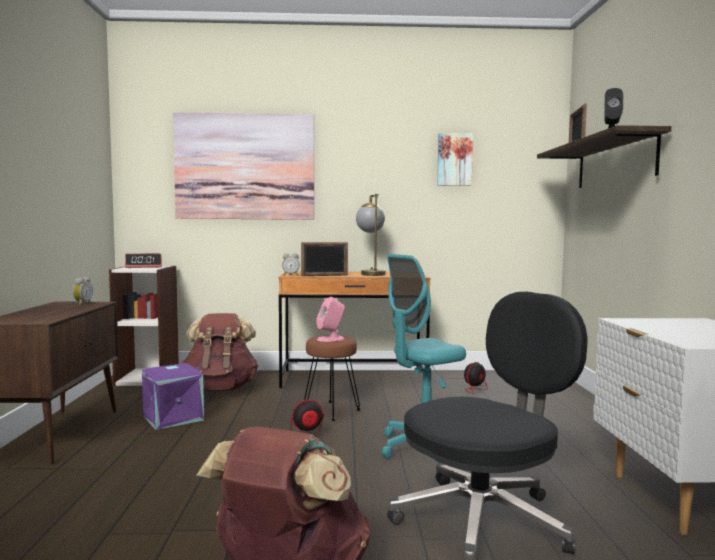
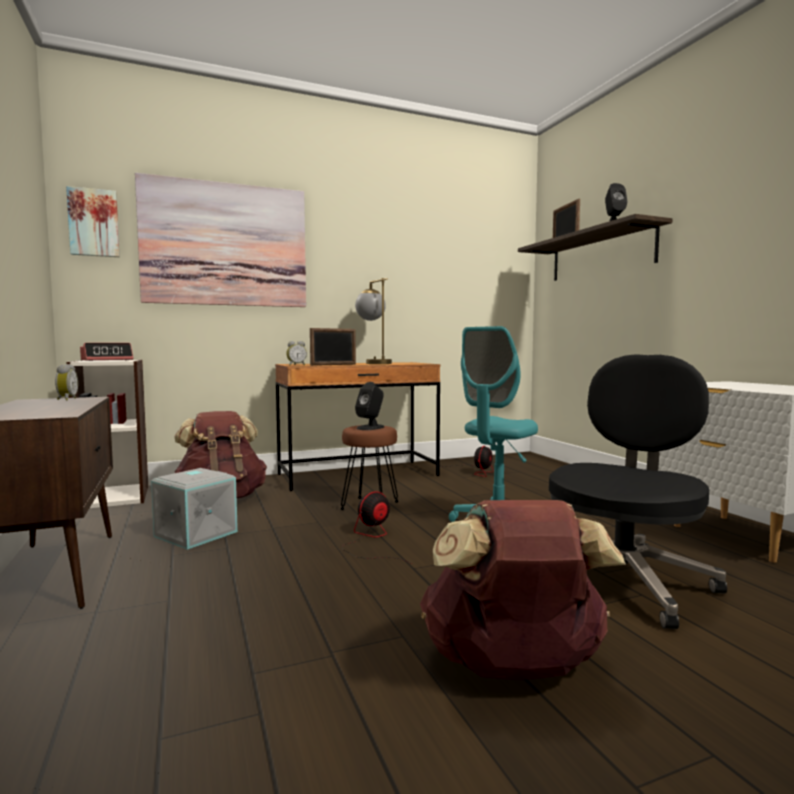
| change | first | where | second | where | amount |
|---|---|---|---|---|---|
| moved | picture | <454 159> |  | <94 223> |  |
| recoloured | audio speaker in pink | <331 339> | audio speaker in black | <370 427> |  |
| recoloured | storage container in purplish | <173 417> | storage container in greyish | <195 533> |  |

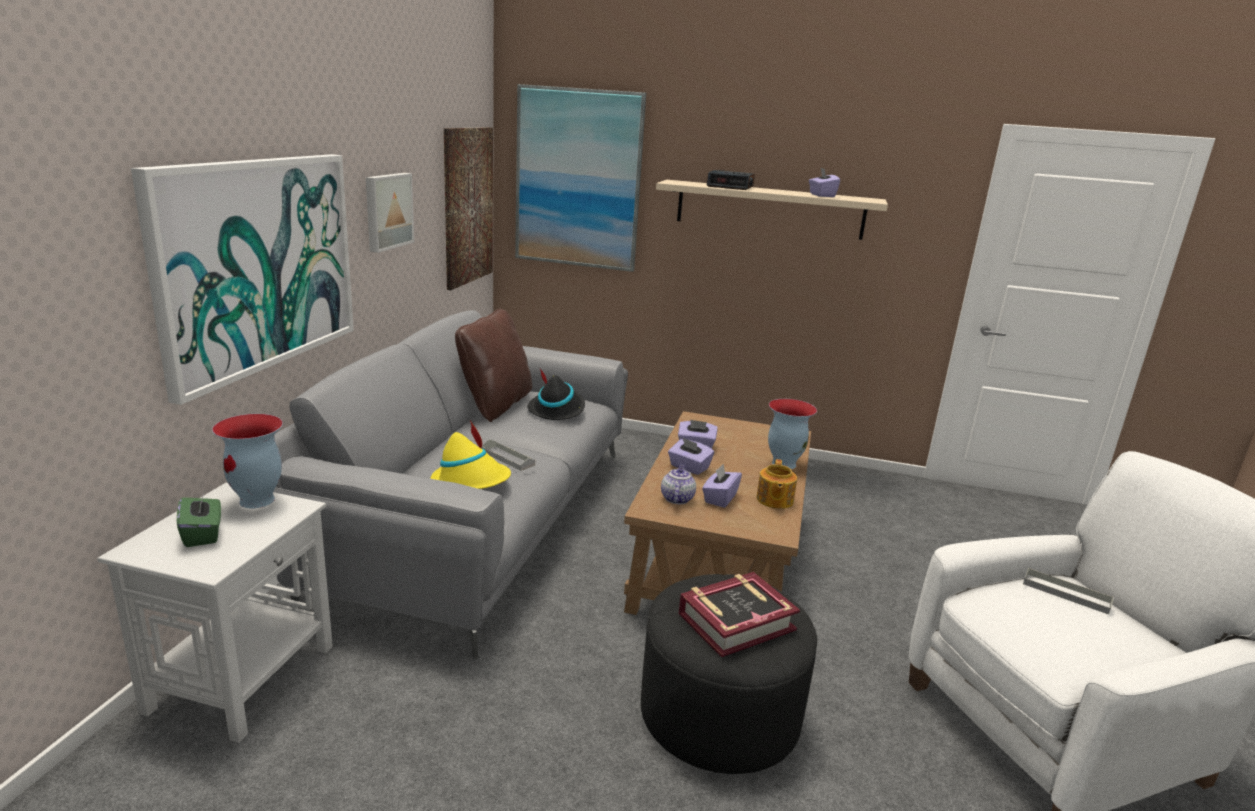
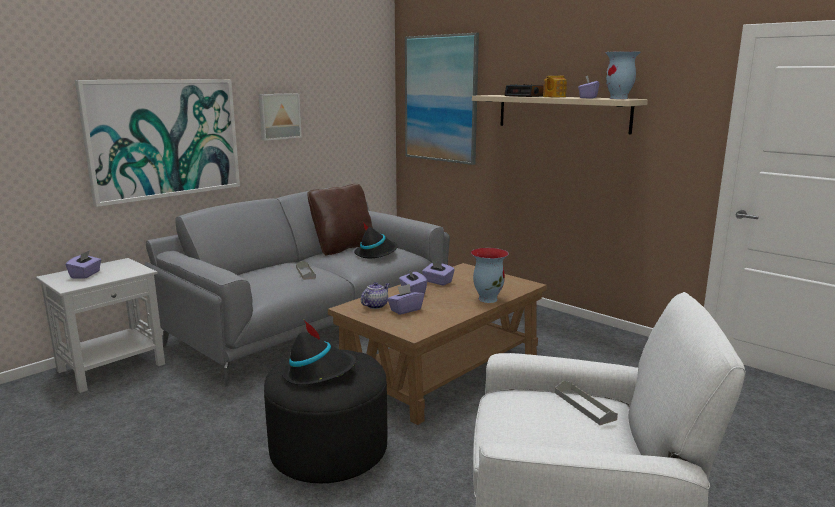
| change | first | where | second | where | amount |
|---|---|---|---|---|---|
| removed | picture | <467 206> |  |  |  |
| moved | flower vase | <258 500> |  | <619 98> |  |
| removed | clothing hat in yellow-coloured | <471 481> |  |  |  |
| moved | tea pot | <774 500> |  | <553 97> |  |
| recoloured | tissue holder in green-coloured | <203 534> | tissue holder in purplish | <86 275> |  |
| replaced | book | <736 621> | clothing hat in black | <319 373> |  |

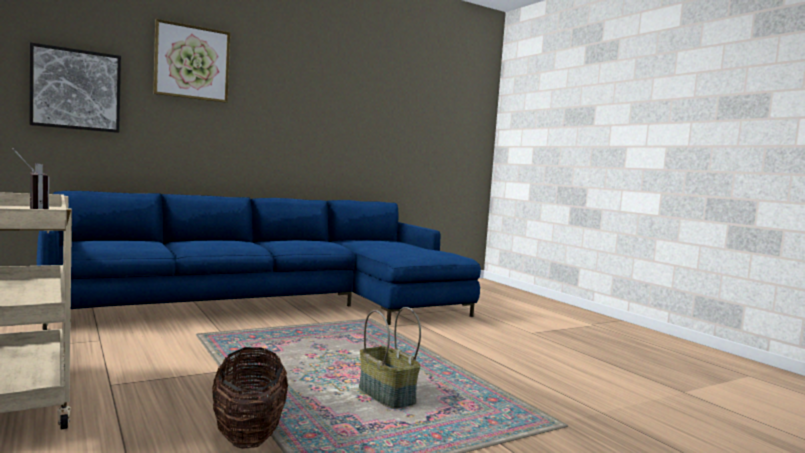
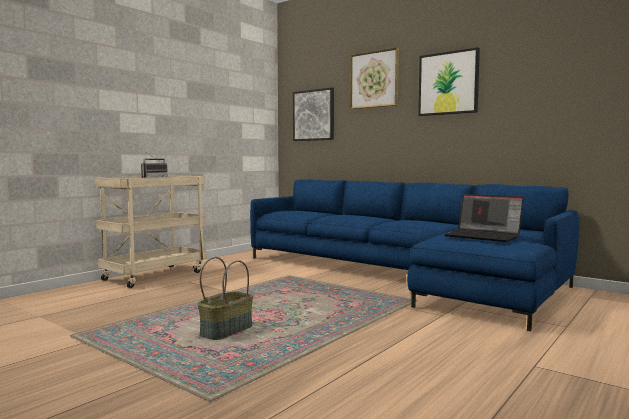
| change | first | where | second | where | amount |
|---|---|---|---|---|---|
| removed | storage basket | <248 434> |  |  |  |
| added |  |  | picture | <448 83> |  |
| added |  |  | notebook computer | <484 236> |  |

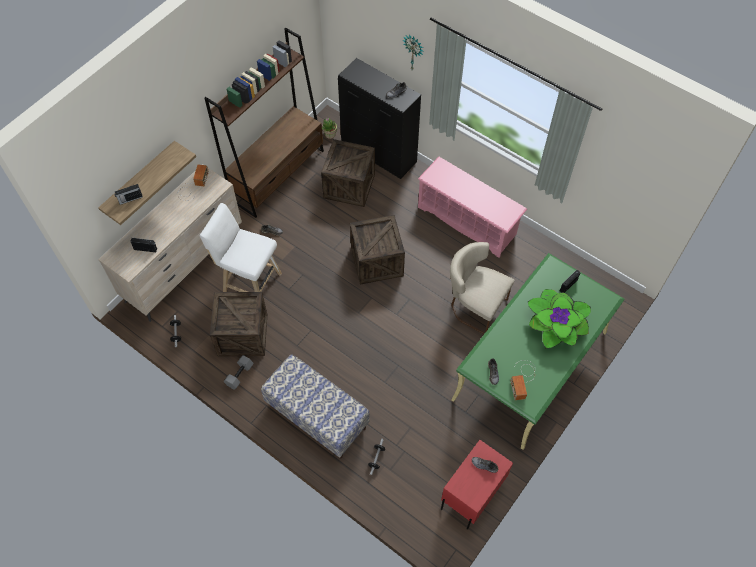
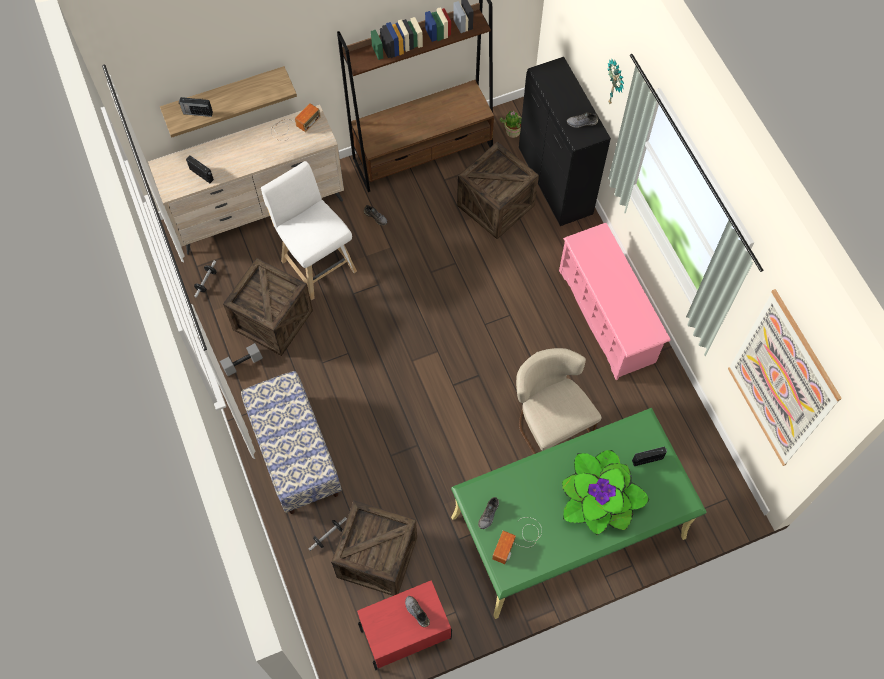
| change | first | where | second | where | amount |
|---|---|---|---|---|---|
| moved | packing crate | <377 261> |  | <377 557> |  |
| added |  |  | picture | <780 381> |  |

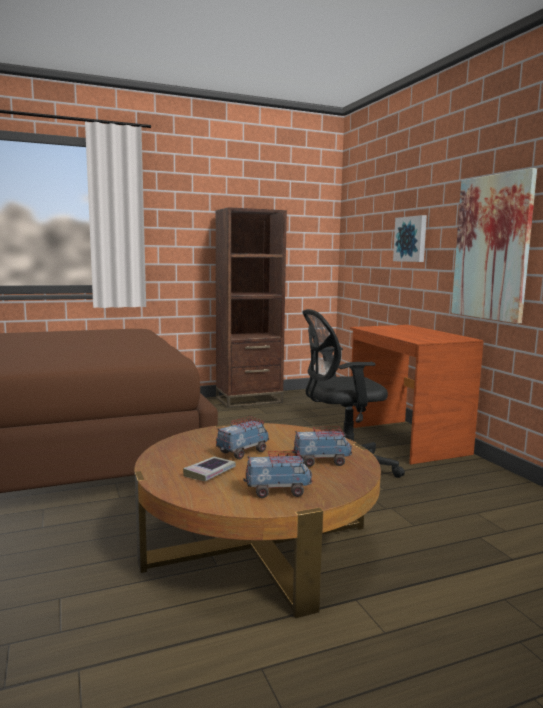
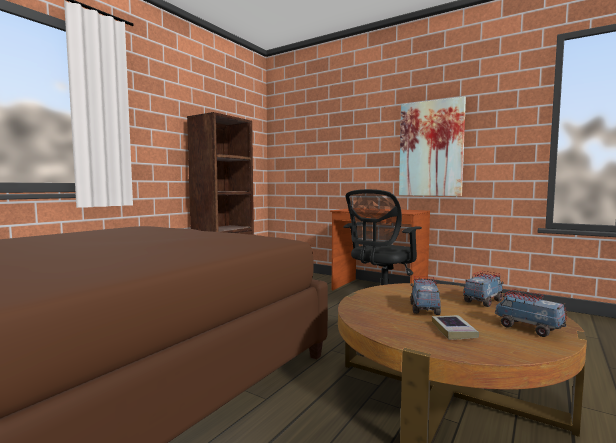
| change | first | where | second | where | amount |
|---|---|---|---|---|---|
| removed | picture | <411 239> |  |  |  |
| turned | model truck | <278 491> |  | <528 328> | 90 degrees counterclockwise |

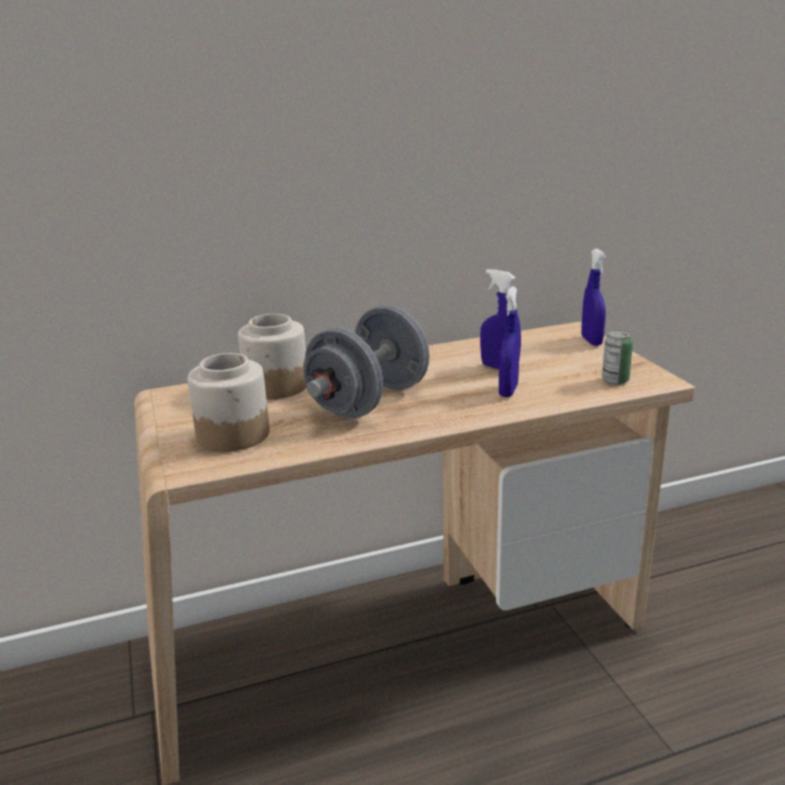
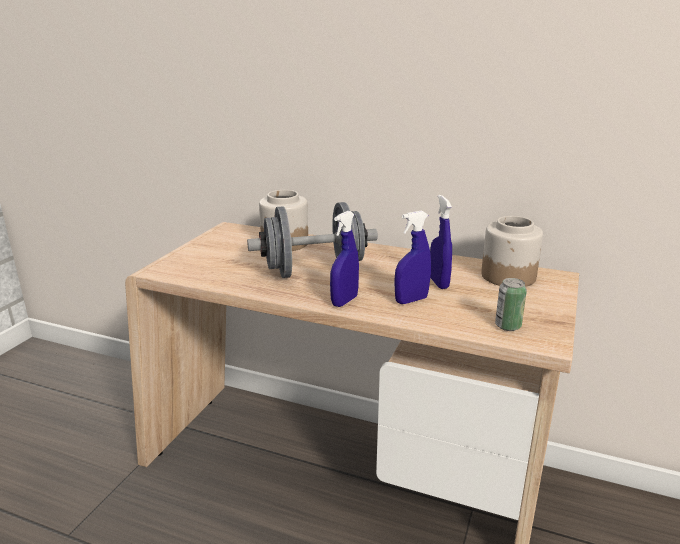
| change | first | where | second | where | amount |
|---|---|---|---|---|---|
| moved | spray bottle in blue | <591 341> |  | <344 301> |  |
| moved | storage jar | <234 434> |  | <509 276> |  |

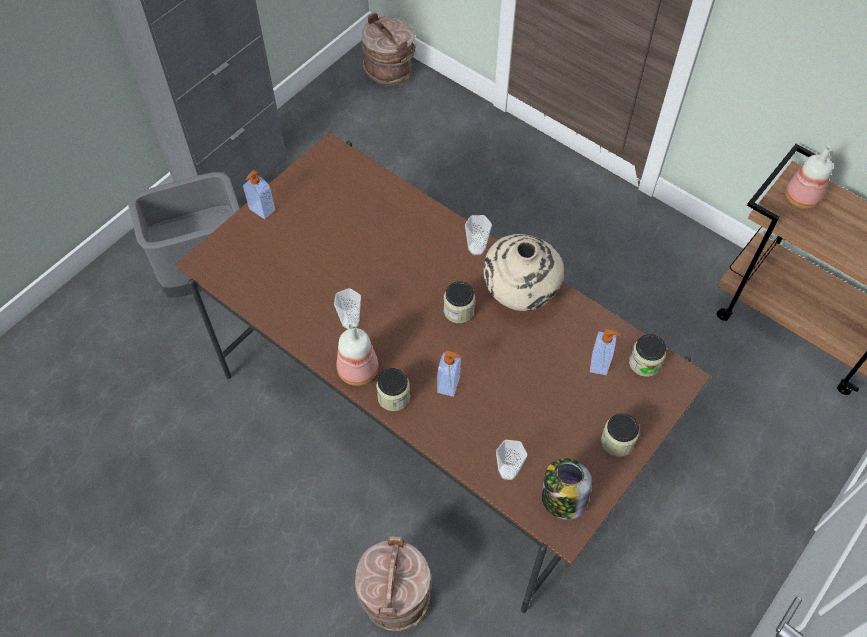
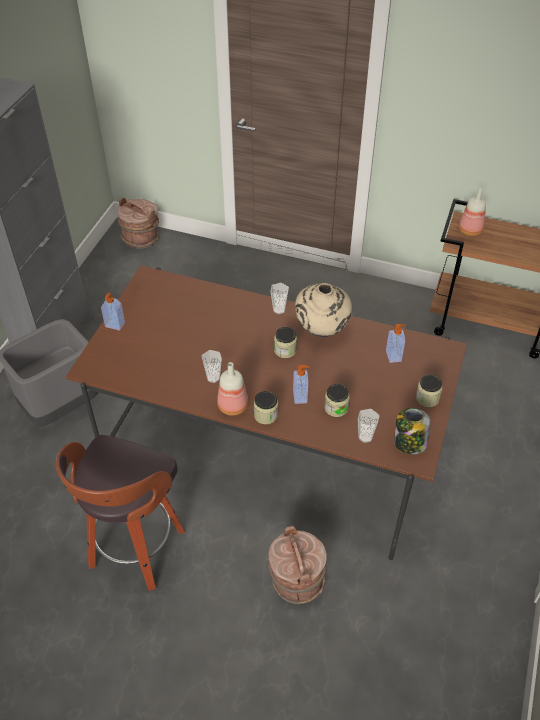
| change | first | where | second | where | amount |
|---|---|---|---|---|---|
| moved | storage jar | <644 363> |  | <336 408> |  |
| added |  |  | stool | <136 551> |  |

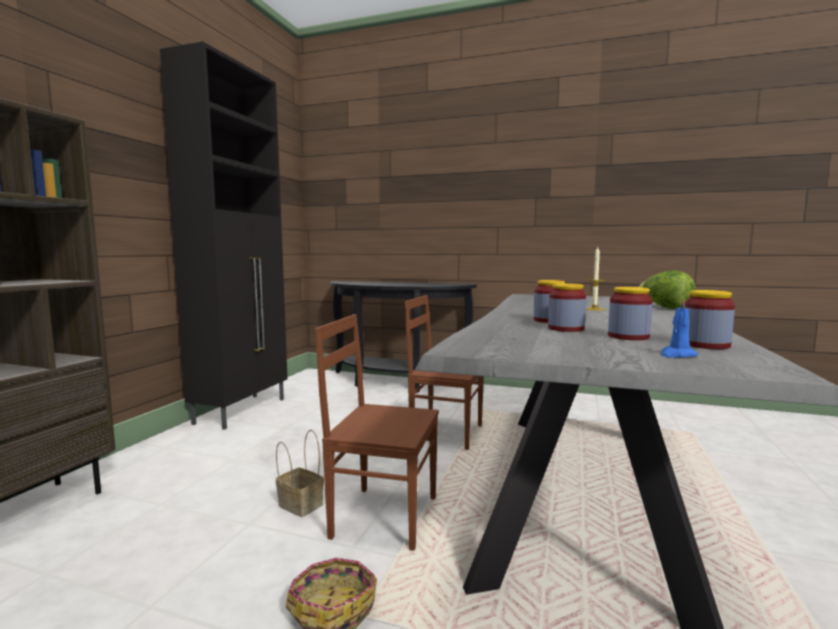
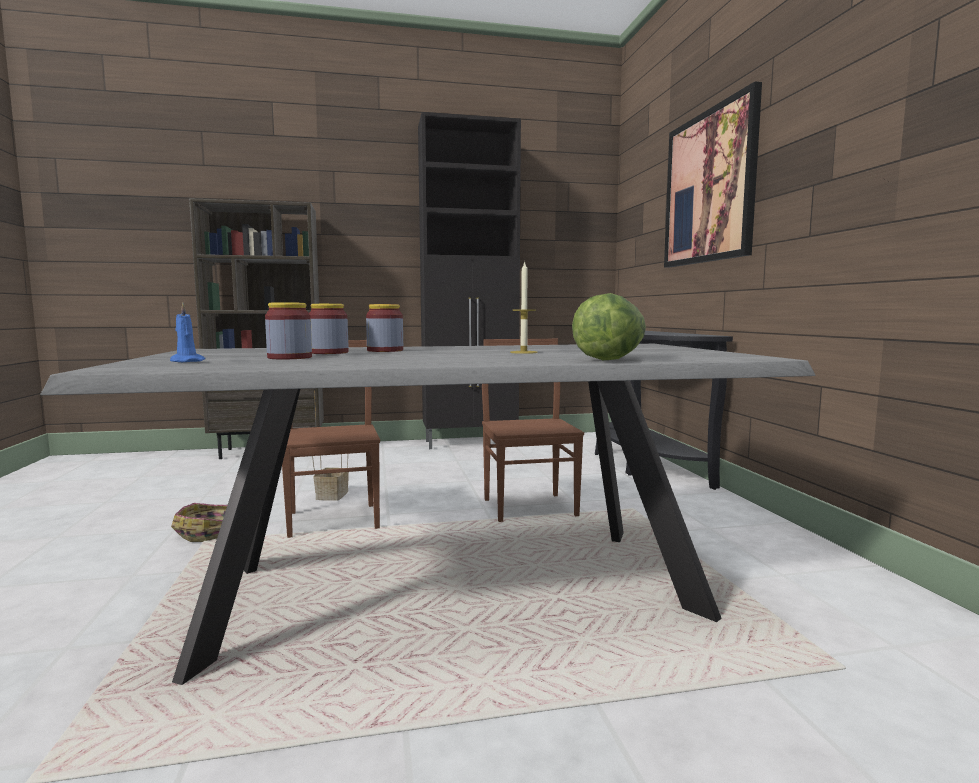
| change | first | where | second | where | amount |
|---|---|---|---|---|---|
| removed | storage jar | <705 345> |  |  |  |
| added |  |  | picture | <709 187> |  |

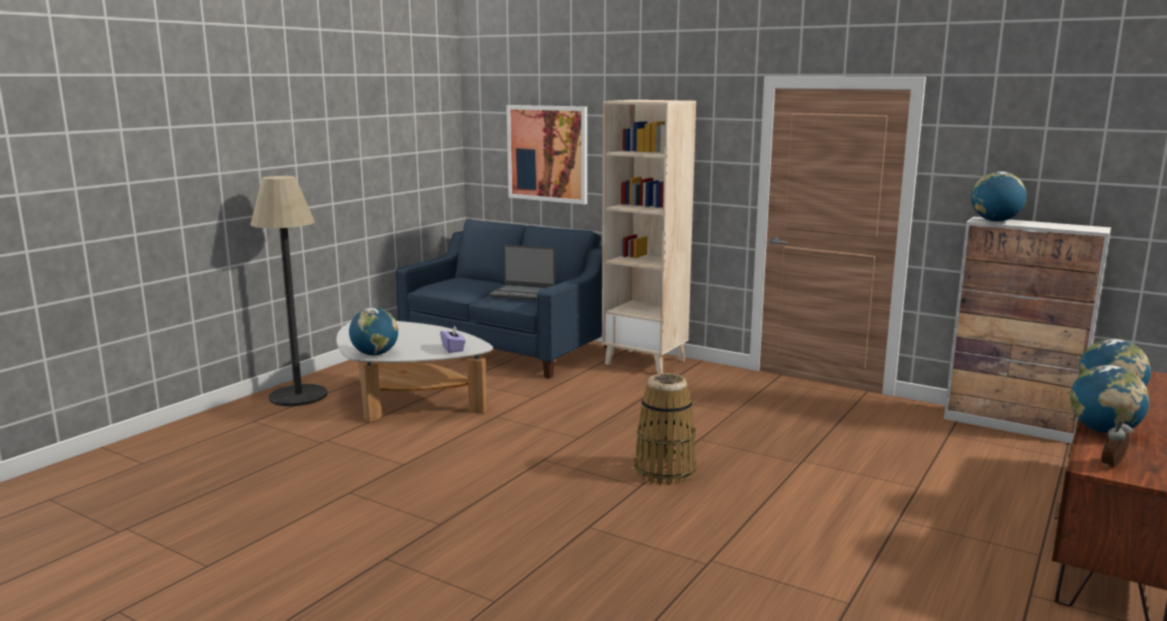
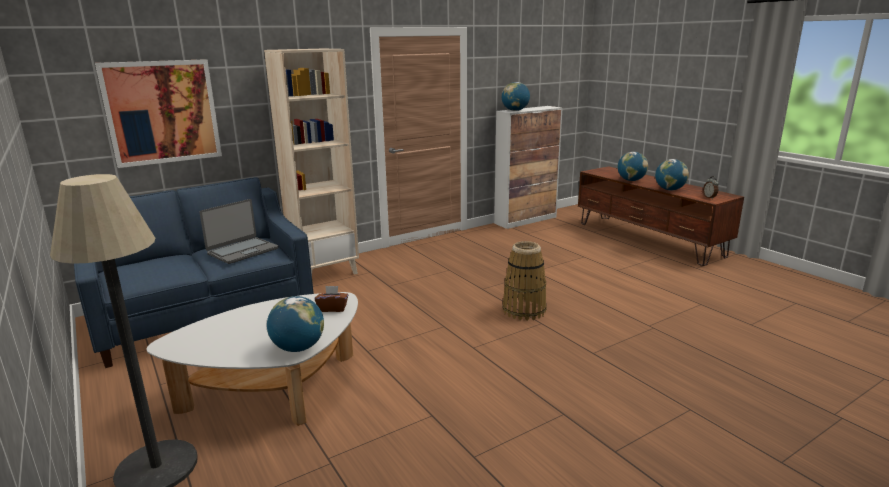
| change | first | where | second | where | amount |
|---|---|---|---|---|---|
| recoloured | tissue holder in purplish | <453 349> | tissue holder in brown | <333 308> |  |

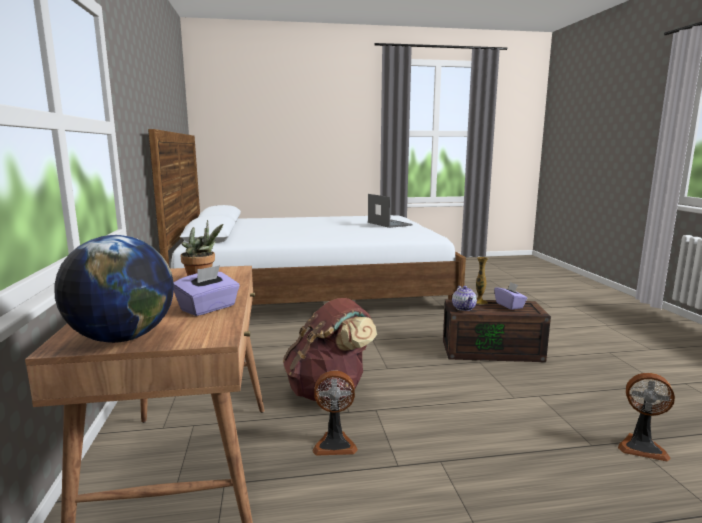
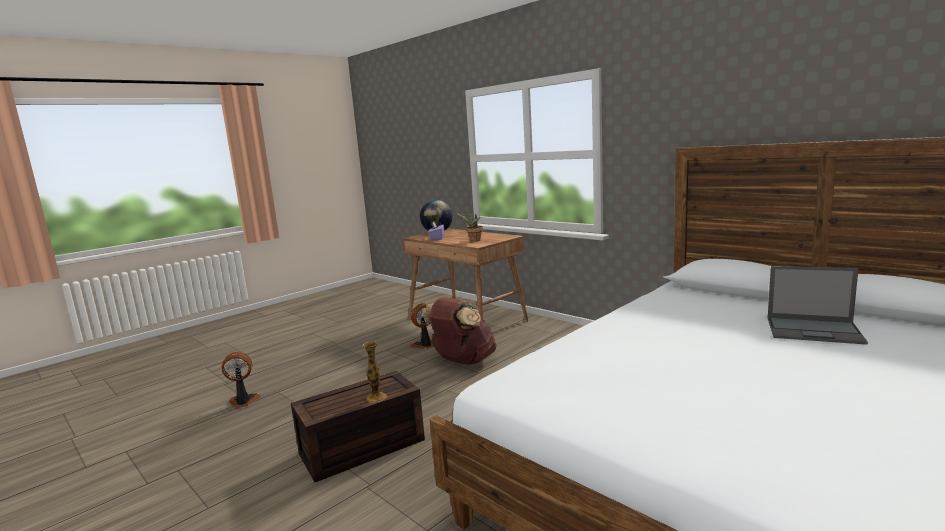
| change | first | where | second | where | amount |
|---|---|---|---|---|---|
| moved | notebook computer | <389 224> |  | <814 330> |  |
| removed | tissue holder in purplish | <509 305> |  |  |  |
| removed | tea pot | <464 308> |  |  |  |

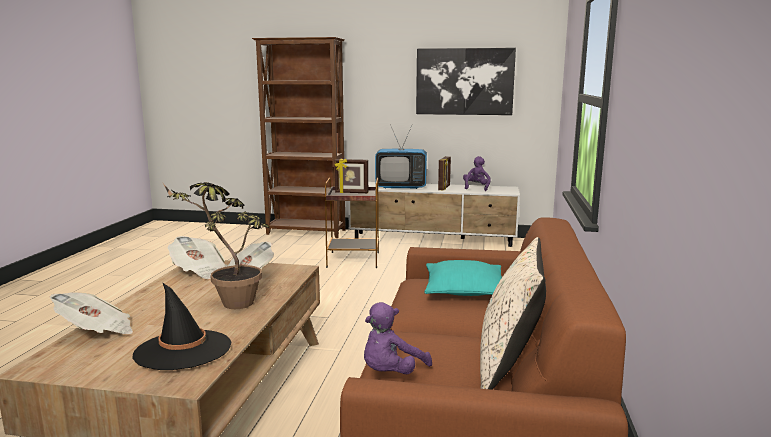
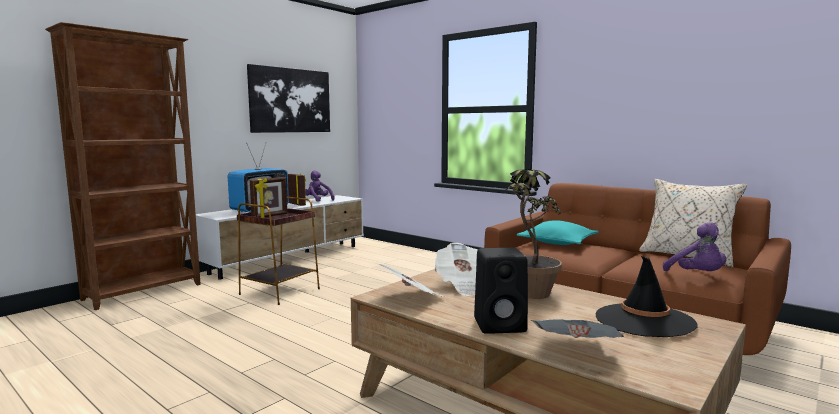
| change | first | where | second | where | amount |
|---|---|---|---|---|---|
| added |  |  | audio speaker in black | <501 325> |  |

